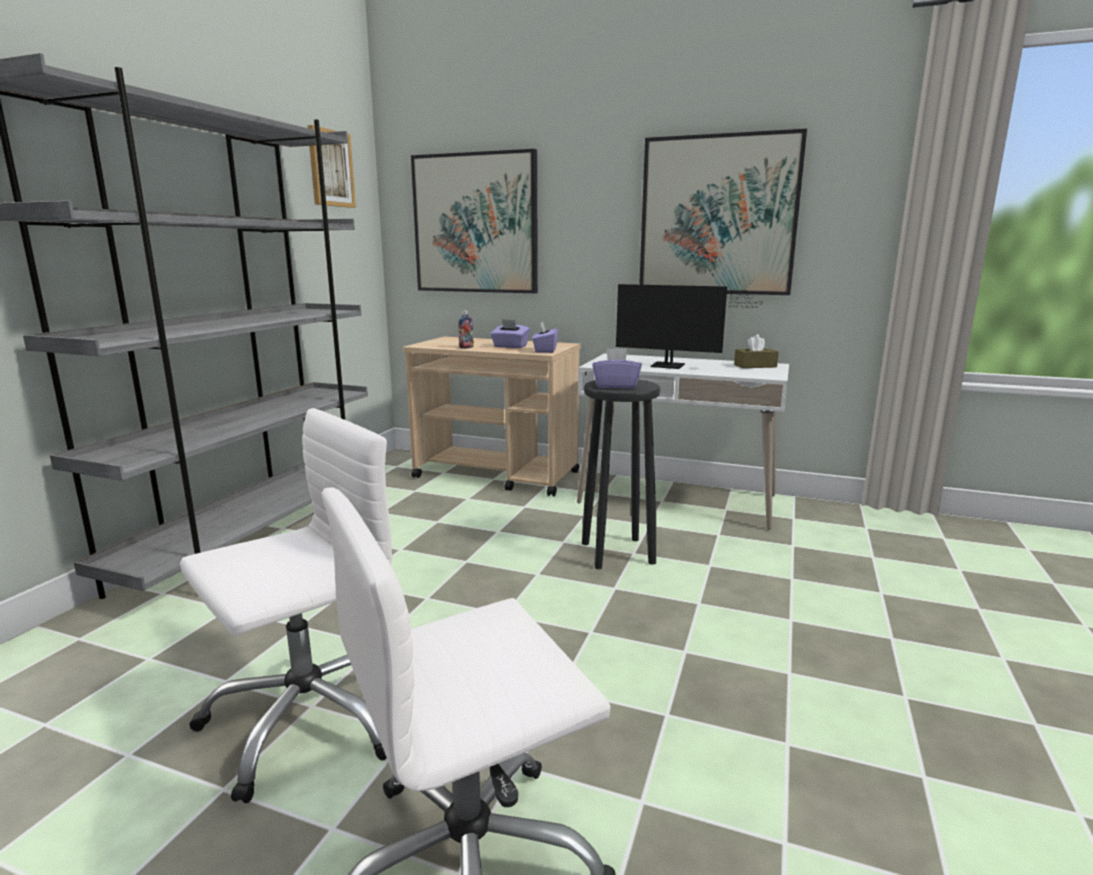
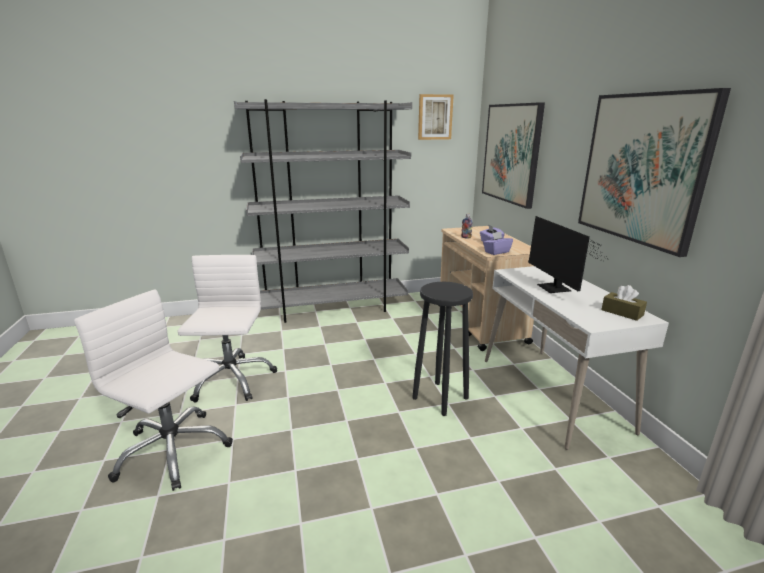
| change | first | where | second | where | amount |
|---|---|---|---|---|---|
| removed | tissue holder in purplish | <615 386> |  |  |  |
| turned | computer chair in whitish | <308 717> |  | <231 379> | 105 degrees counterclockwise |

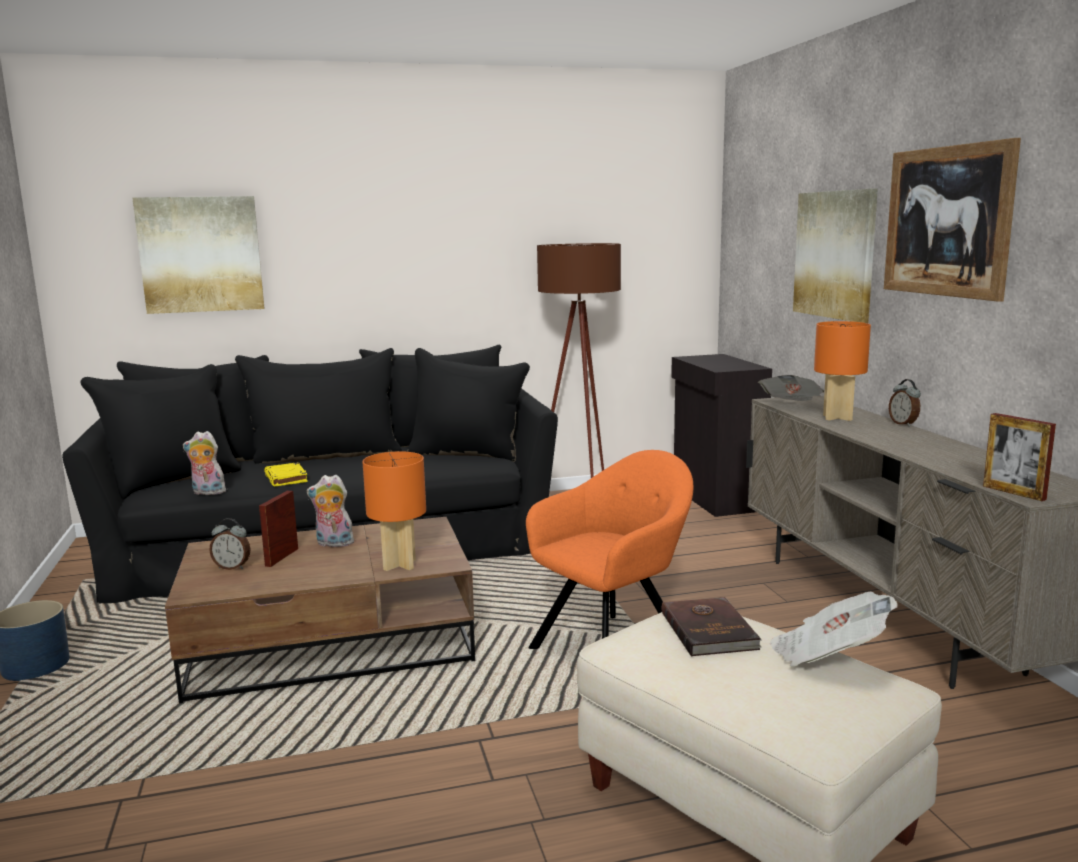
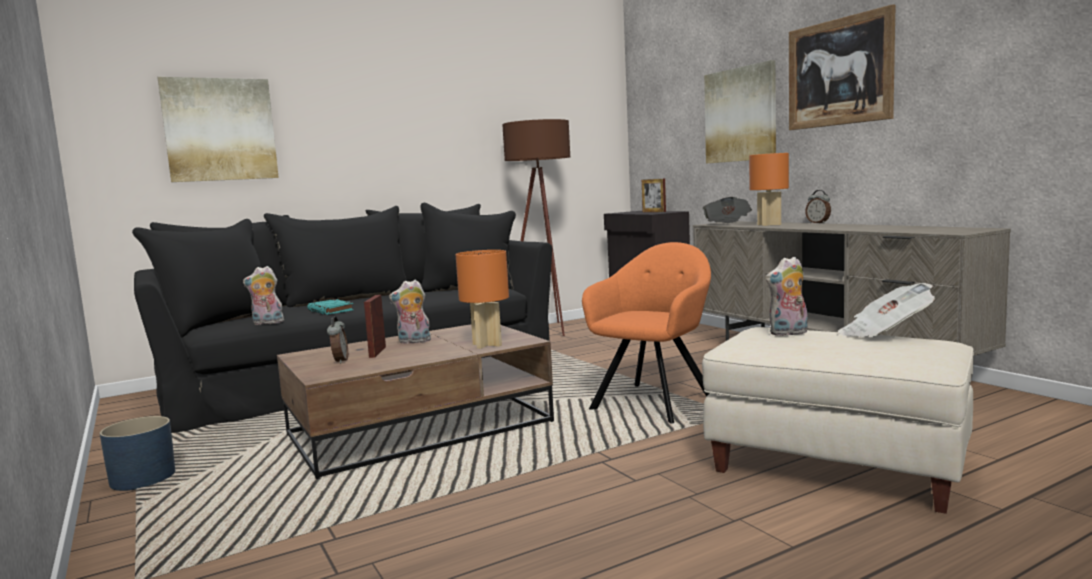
| change | first | where | second | where | amount |
|---|---|---|---|---|---|
| moved | photo frame | <1014 492> |  | <654 212> |  |
| recoloured | book in yellow-coloured | <286 478> | book in blue-green | <331 310> |  |
| turned | table clock | <232 567> |  | <339 361> | 90 degrees counterclockwise |
| replaced | book in brown | <710 630> | cuddly toy | <788 333> |  |

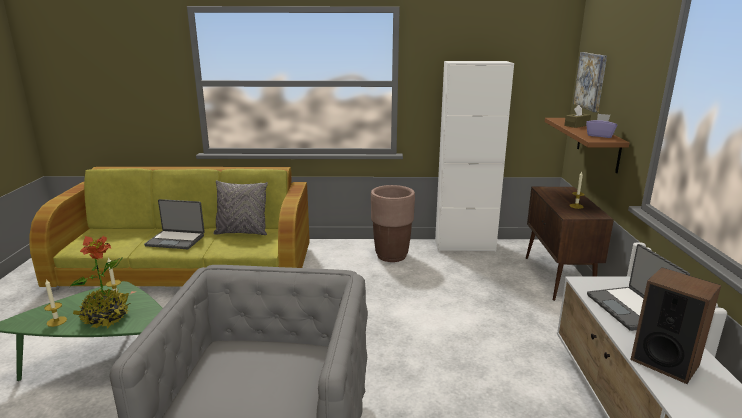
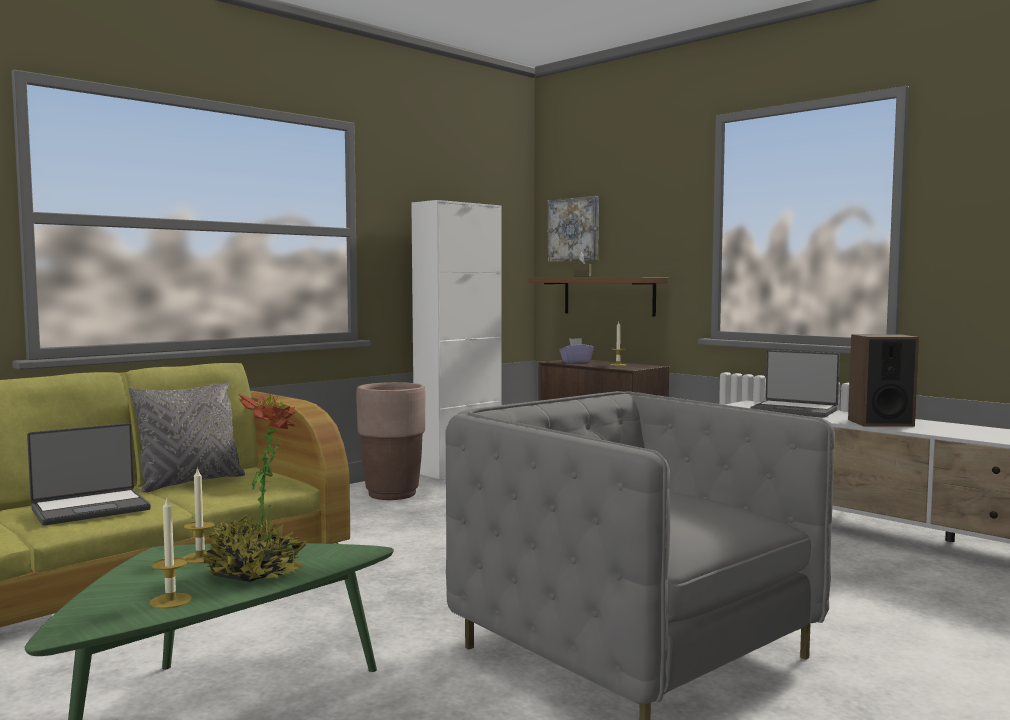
| change | first | where | second | where | amount |
|---|---|---|---|---|---|
| moved | tissue holder in purplish | <600 135> |  | <576 362> |  |

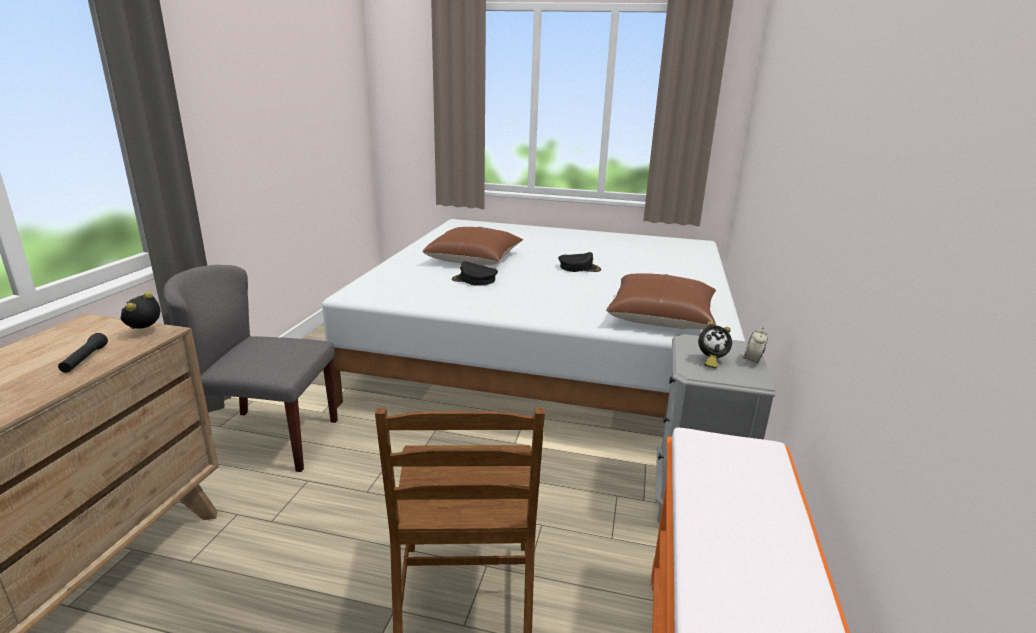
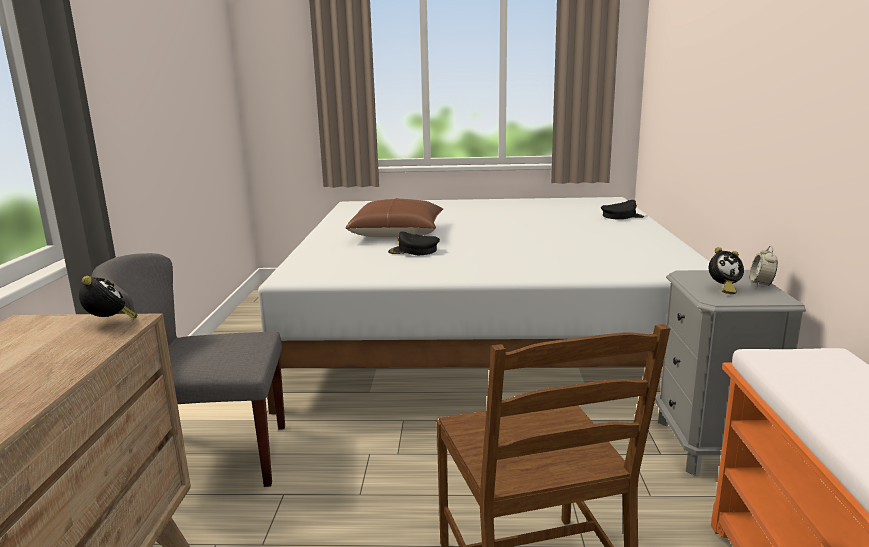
| change | first | where | second | where | amount |
|---|---|---|---|---|---|
| moved | peaked cap in black | <579 268> |  | <621 216> |  |
| removed | pillow in brown | <661 316> |  |  |  |
| turned | table clock | <145 331> |  | <110 322> | 135 degrees clockwise |
| removed | hand torch in black | <85 360> |  |  |  |

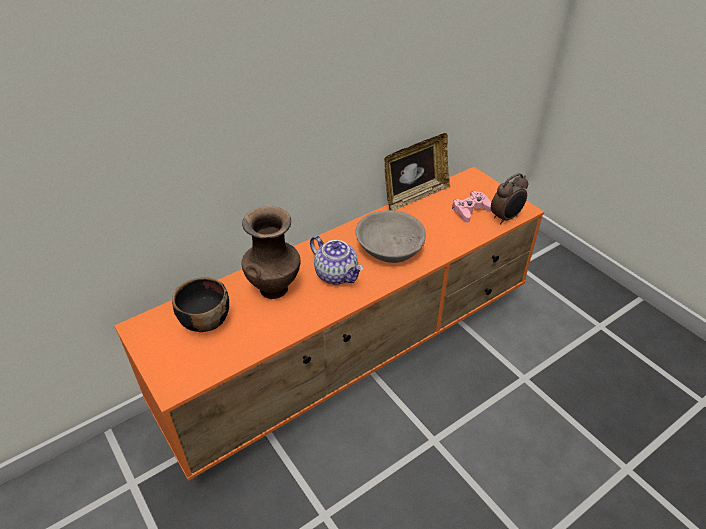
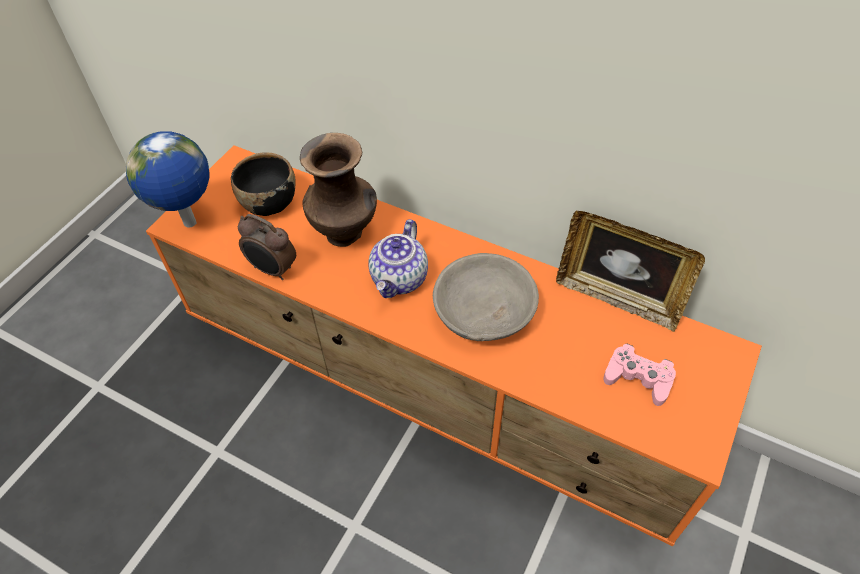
| change | first | where | second | where | amount |
|---|---|---|---|---|---|
| moved | table clock | <506 218> |  | <273 270> |  |
| added |  |  | world globe | <190 224> |  |

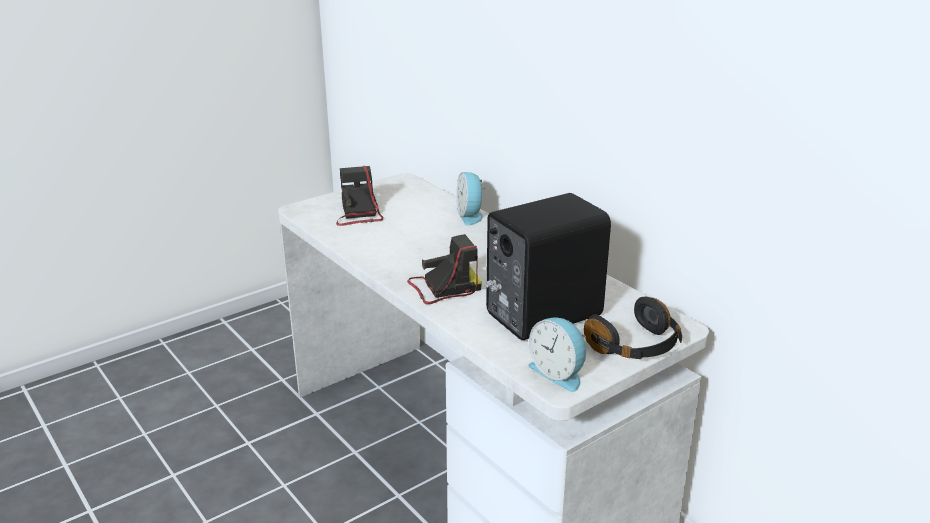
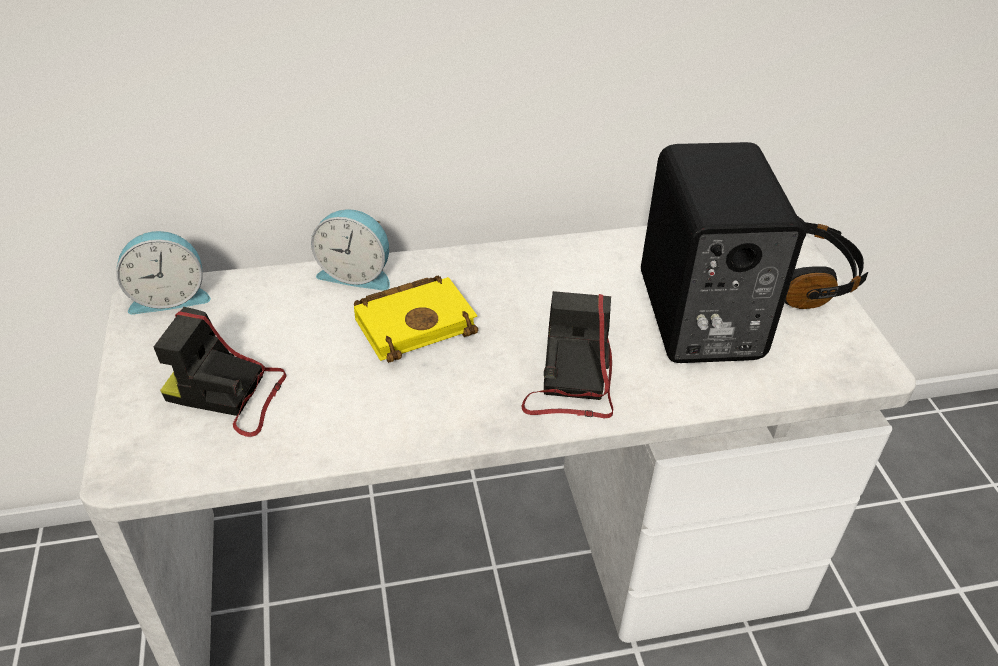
| change | first | where | second | where | amount |
|---|---|---|---|---|---|
| moved | table clock | <558 373> |  | <169 297> |  |
| added |  |  | book in yellow-coloured | <416 322> |  |

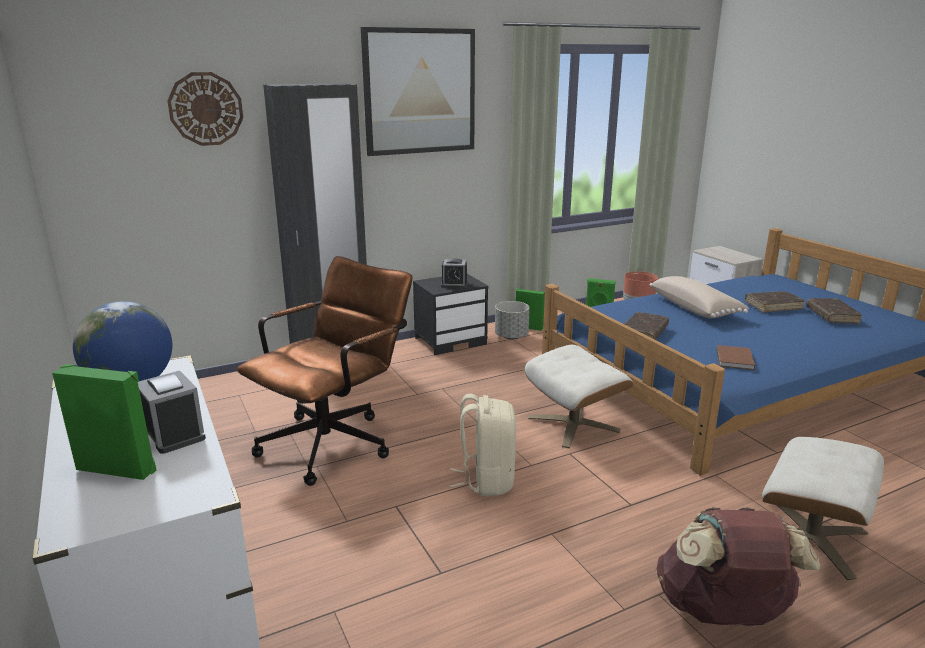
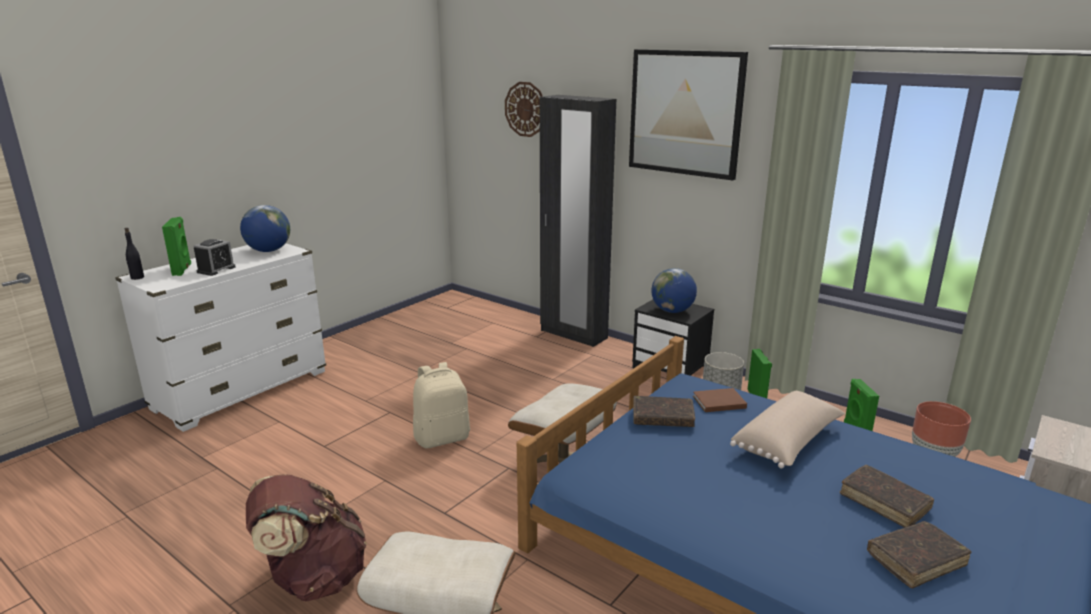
| change | first | where | second | where | amount |
|---|---|---|---|---|---|
| removed | computer chair in brown | <335 441> |  |  |  |
| replaced | table clock | <454 284> | world globe | <672 311> |  |
| moved | book in brown | <734 360> |  | <717 402> |  |
| added |  |  | bottle in black | <137 277> |  |

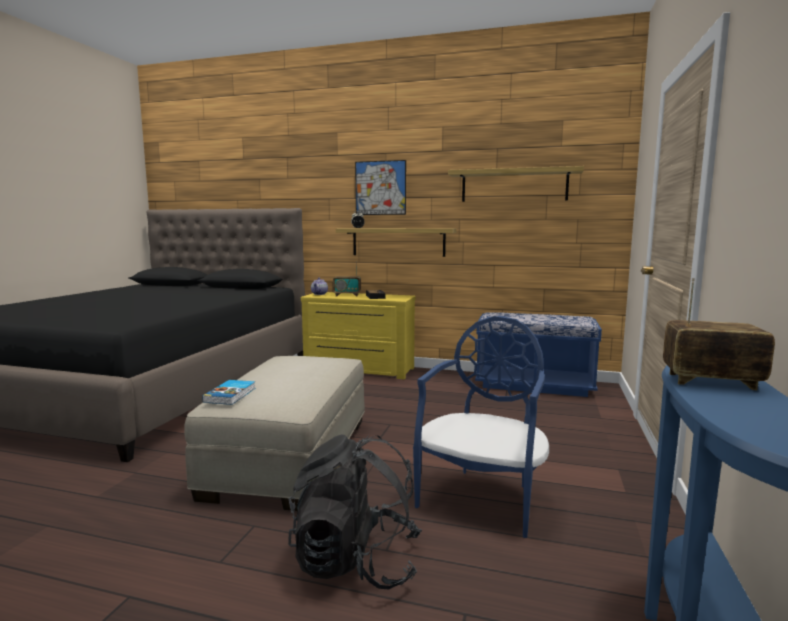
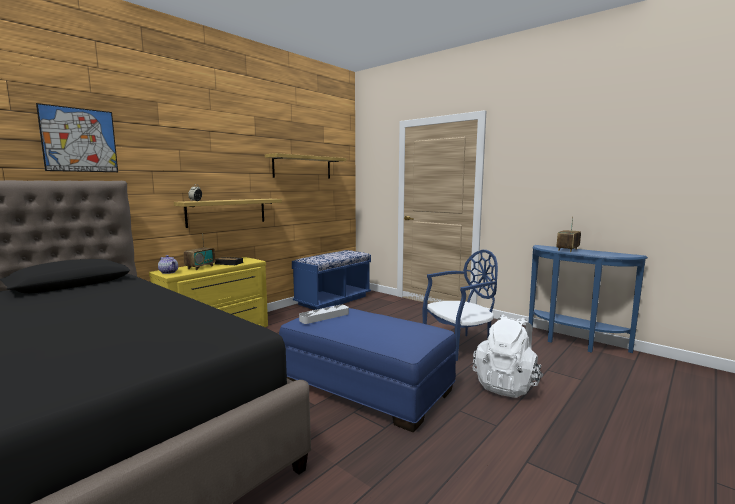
| change | first | where | second | where | amount |
|---|---|---|---|---|---|
| moved | picture | <380 188> |  | <79 140> |  |
| turned | upright chair in blue | <482 497> |  | <459 345> | 105 degrees clockwise |
| recoloured | footrest in sand-coloured | <291 455> | footrest in blue | <365 386> |  |
| removed | book | <231 395> |  |  |  |
| recoloured | backpack in black | <356 562> | backpack in whitish | <506 385> |  |
| added |  |  | tray in greyish | <324 317> |  |

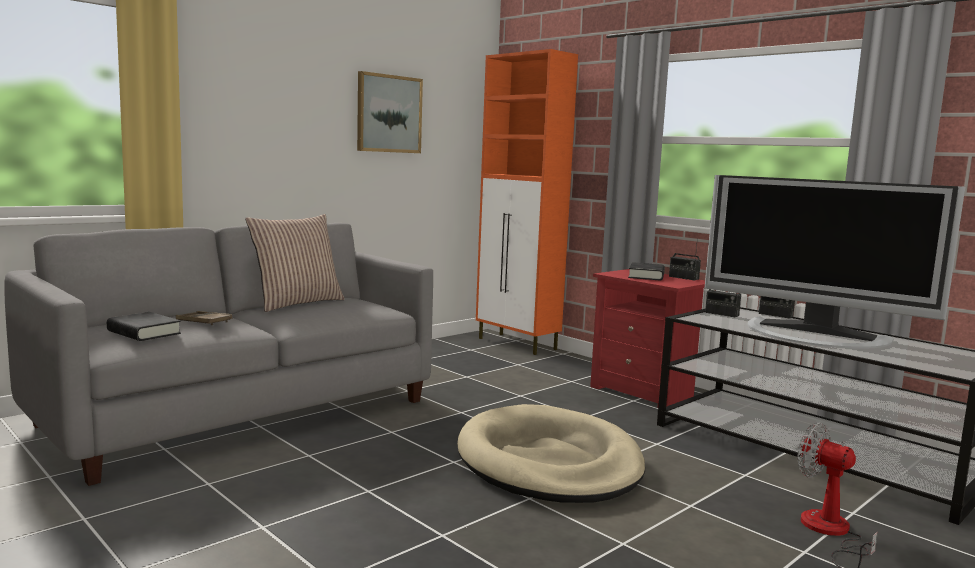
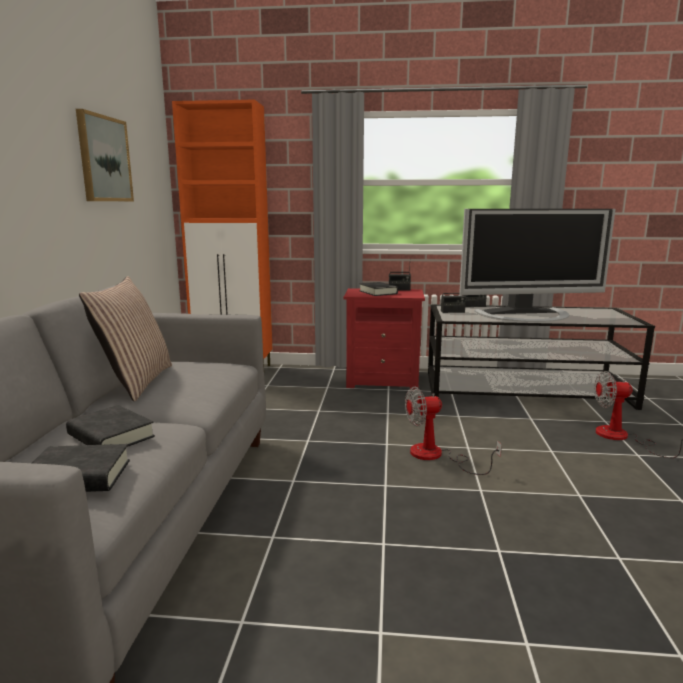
| change | first | where | second | where | amount |
|---|---|---|---|---|---|
| replaced | tray in brown | <203 322> | book in black | <111 436> |  |
| replaced | pet bed in sand-coloured | <549 462> | cooling fan | <436 456> |  |

